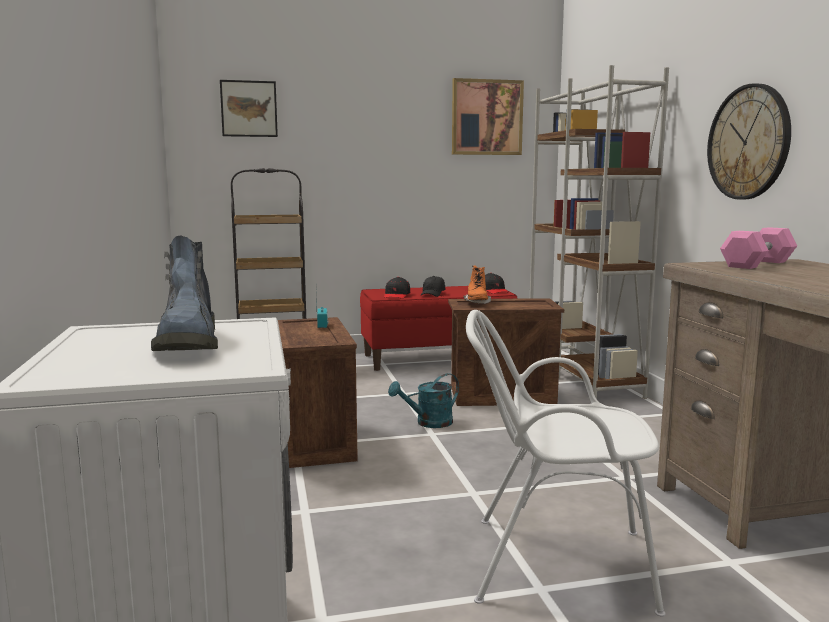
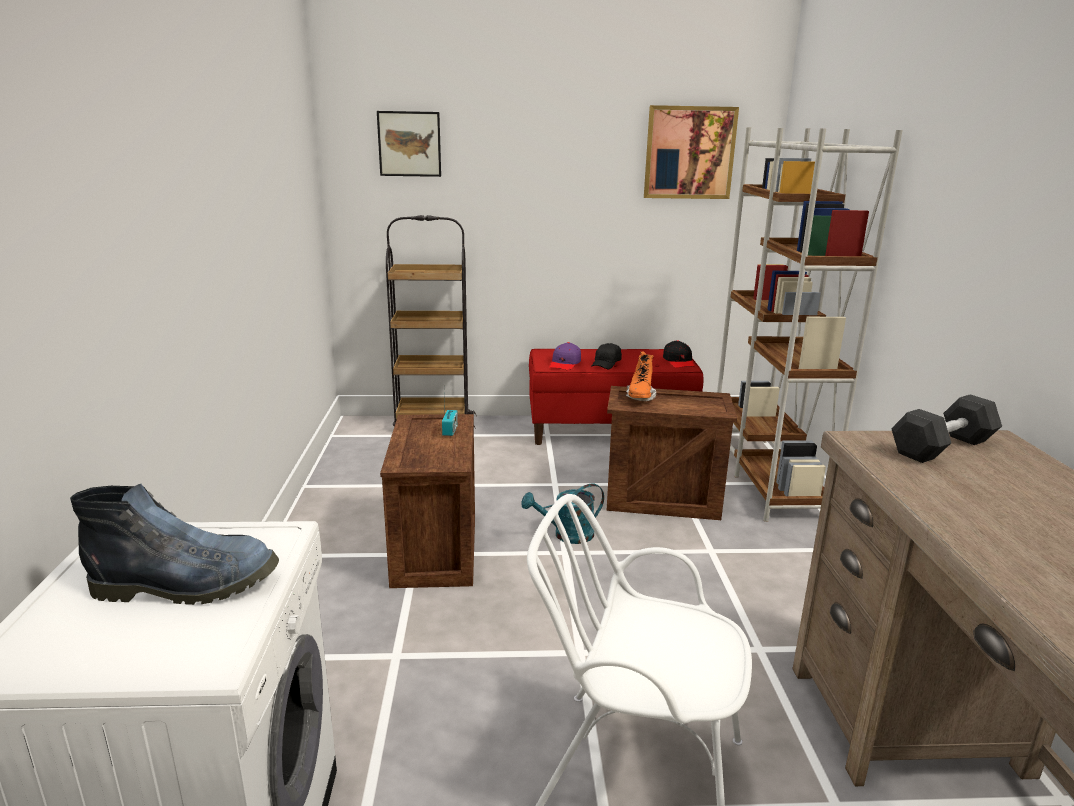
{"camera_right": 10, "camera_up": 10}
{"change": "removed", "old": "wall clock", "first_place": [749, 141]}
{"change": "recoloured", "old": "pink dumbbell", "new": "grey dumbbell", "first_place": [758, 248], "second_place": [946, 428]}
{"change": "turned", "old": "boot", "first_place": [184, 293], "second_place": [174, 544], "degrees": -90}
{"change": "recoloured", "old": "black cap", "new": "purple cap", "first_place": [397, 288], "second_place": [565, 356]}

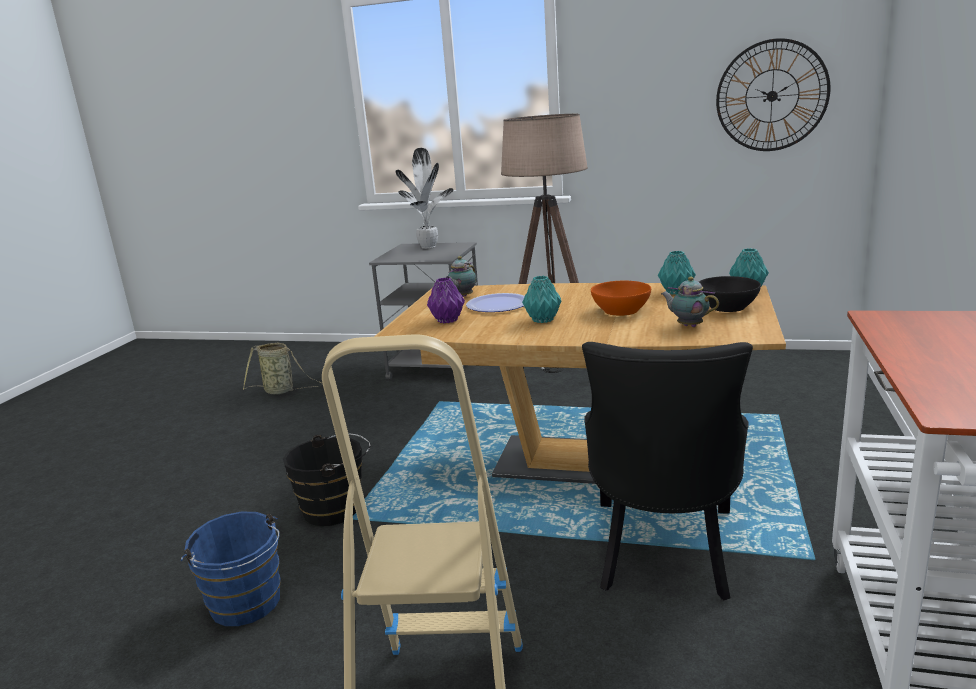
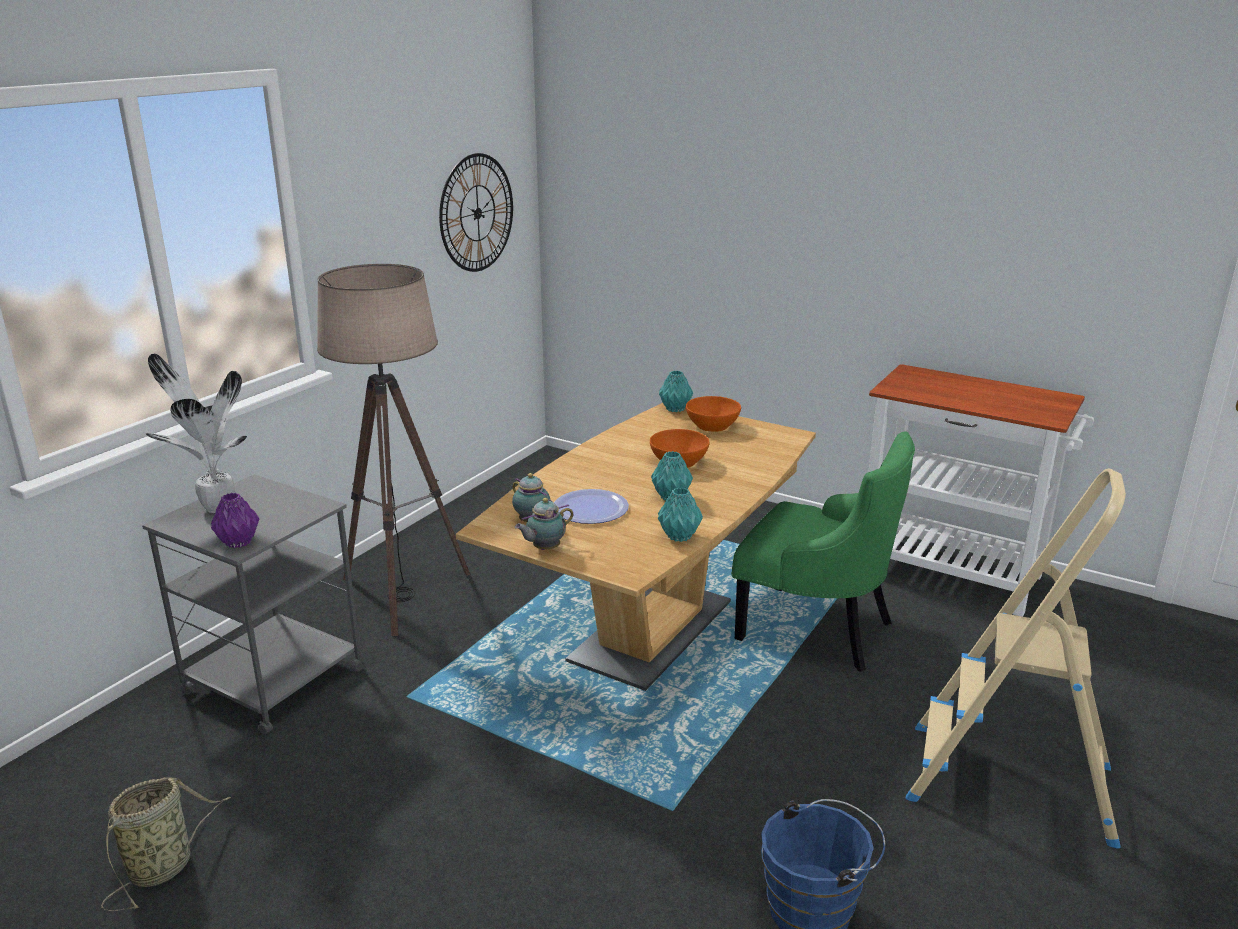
{"camera_right": -75, "camera_up": 5}
{"change": "moved", "old": "turquoise vase", "first_place": [677, 273], "second_place": [680, 515]}
{"change": "recoloured", "old": "black bowl", "new": "orange bowl", "first_place": [730, 294], "second_place": [713, 414]}
{"change": "moved", "old": "purple vase", "first_place": [446, 300], "second_place": [235, 520]}
{"change": "moved", "old": "teapot", "first_place": [690, 302], "second_place": [544, 524]}
{"change": "recoloured", "old": "black chair", "new": "green chair", "first_place": [667, 471], "second_place": [823, 551]}
{"change": "removed", "old": "black bucket", "first_place": [326, 480]}

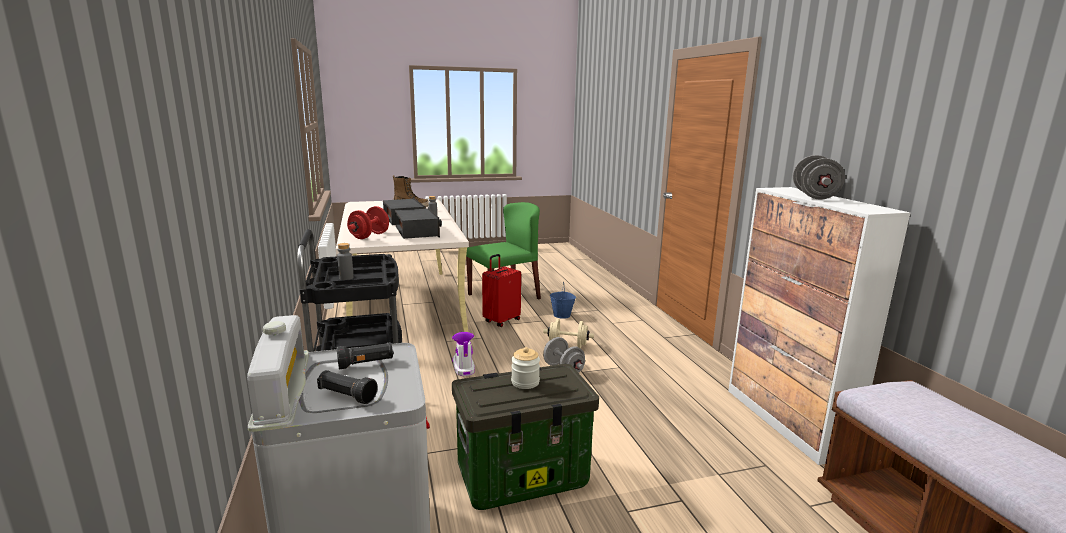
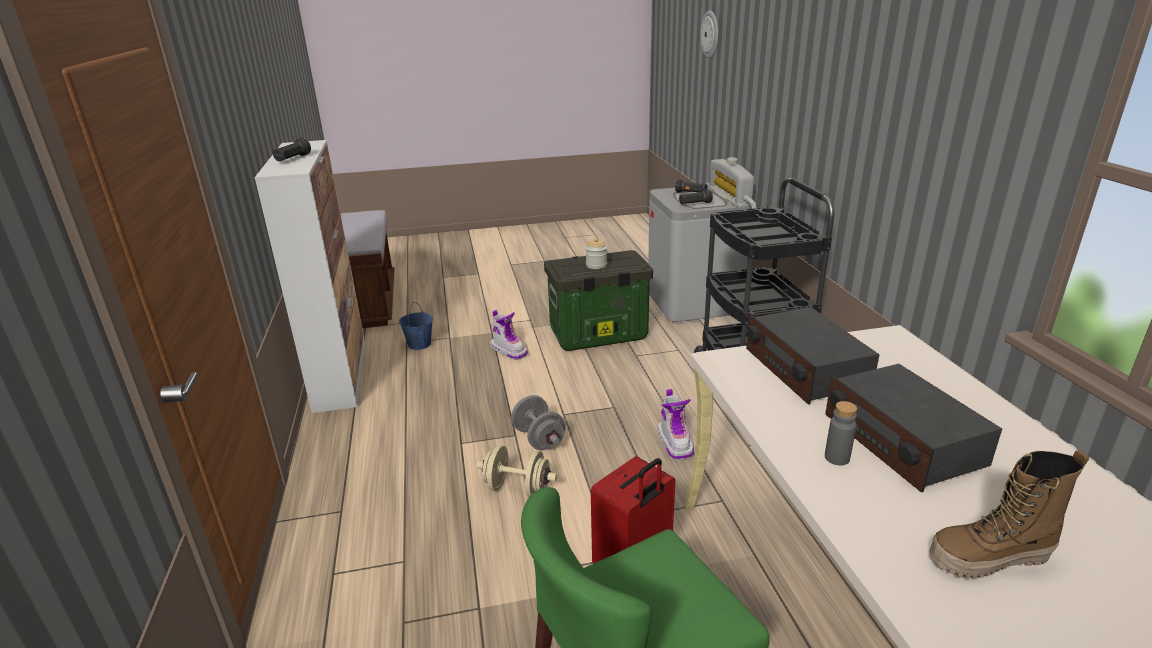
{"camera_right": -175, "camera_up": 10}
{"change": "replaced", "old": "grey dumbbell", "new": "black flashlight", "first_place": [819, 177], "second_place": [292, 149]}
{"change": "removed", "old": "red dumbbell", "first_place": [368, 222]}
{"change": "removed", "old": "grey bottle", "first_place": [345, 261]}
{"change": "moved", "old": "blue bucket", "first_place": [563, 304], "second_place": [416, 326]}
{"change": "added", "new": "wall clock", "second_place": [709, 34]}
{"change": "added", "new": "boot", "second_place": [509, 335]}

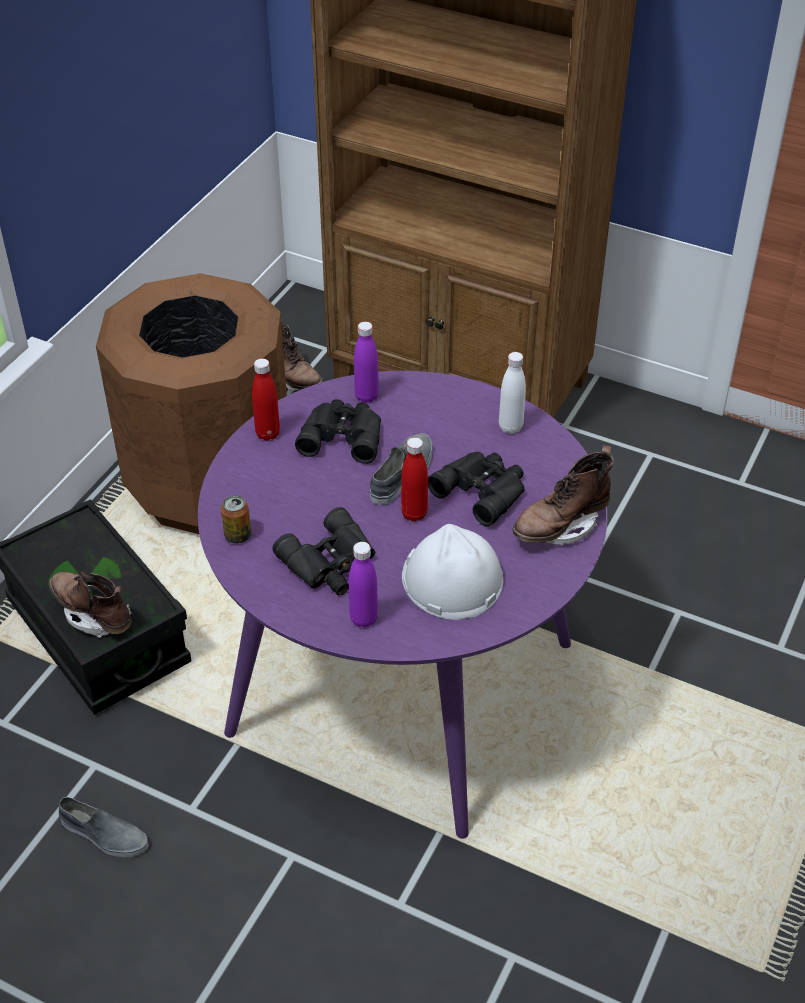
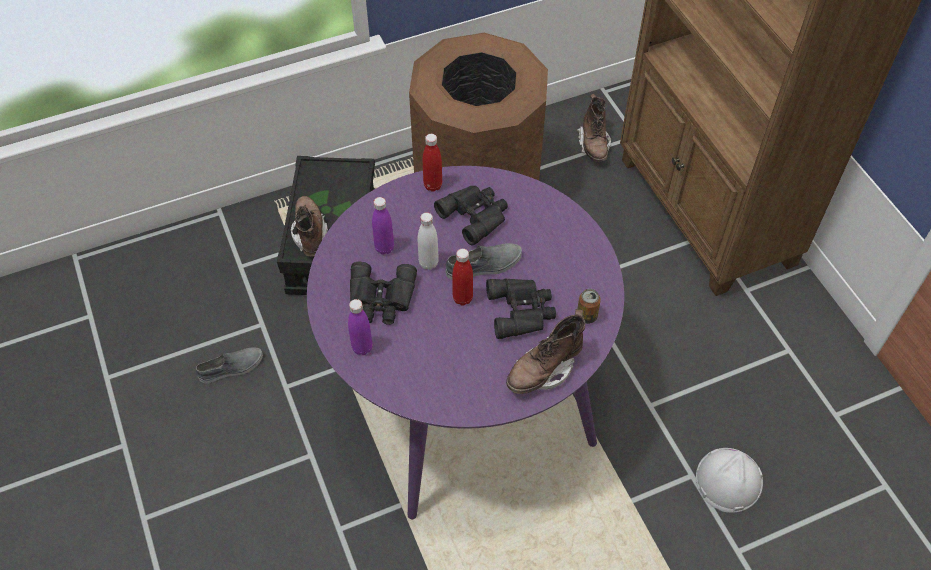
{"camera_right": 40, "camera_up": 10}
{"change": "moved", "old": "purple bottle", "first_place": [366, 362], "second_place": [383, 226]}
{"change": "moved", "old": "white bottle", "first_place": [512, 393], "second_place": [428, 241]}
{"change": "turned", "old": "brown boot", "first_place": [563, 495], "second_place": [545, 351], "degrees": -45}
{"change": "moved", "old": "can", "first_place": [236, 519], "second_place": [589, 306]}
{"change": "moved", "old": "white hard hat", "first_place": [452, 572], "second_place": [729, 480]}
{"change": "turned", "old": "grey shoe", "first_place": [104, 827], "second_place": [229, 365], "degrees": -90}

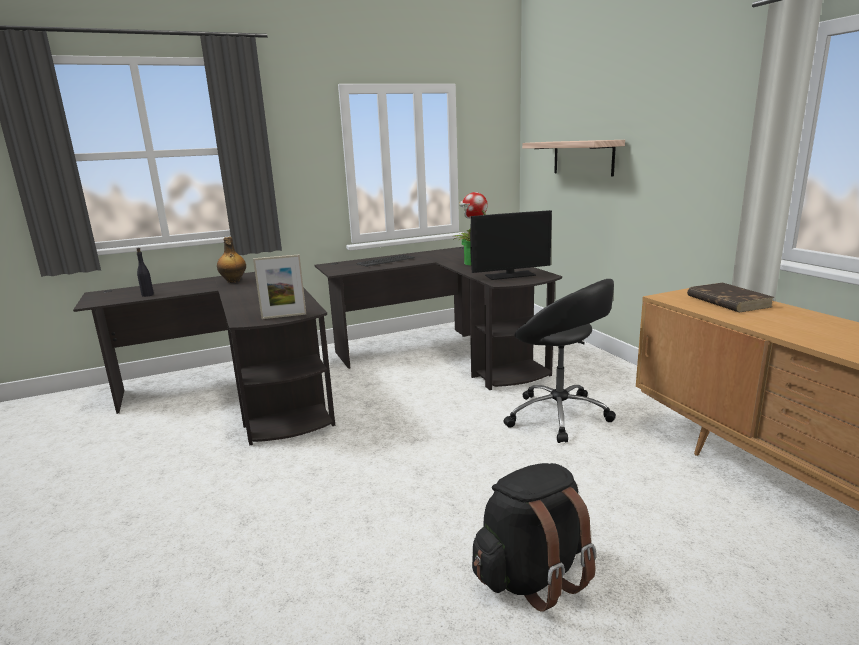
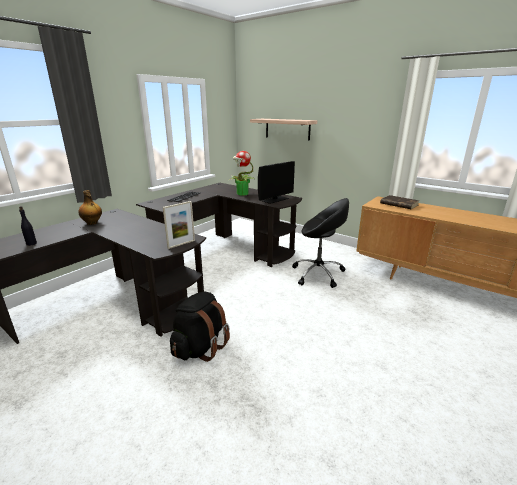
{"camera_right": -30, "camera_up": 5}
{"change": "moved", "old": "black backpack", "first_place": [534, 537], "second_place": [200, 327]}

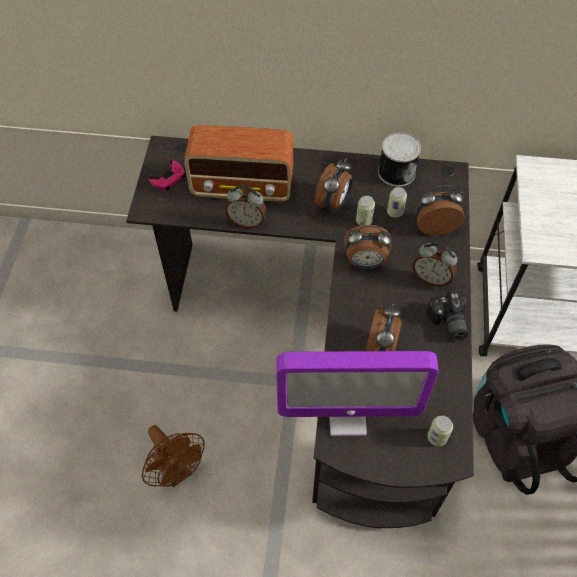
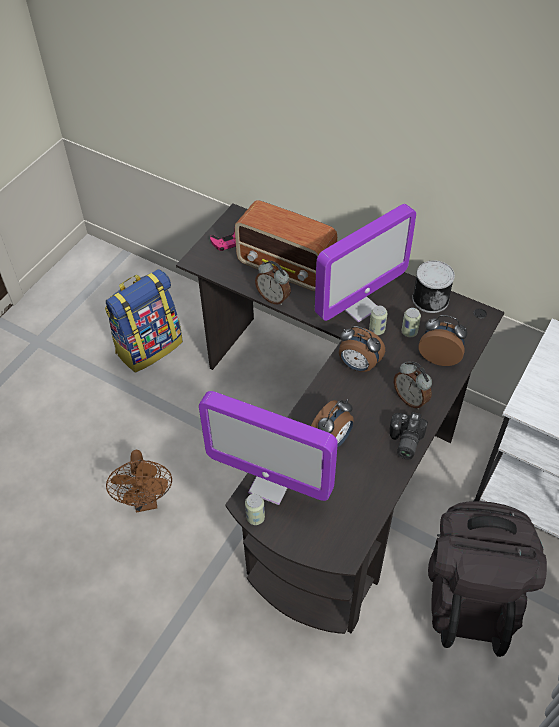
{"camera_right": 25, "camera_up": -5}
{"change": "replaced", "old": "alarm clock", "new": "monitor", "first_place": [333, 185], "second_place": [365, 263]}
{"change": "moved", "old": "can", "first_place": [440, 431], "second_place": [255, 509]}
{"change": "added", "new": "backpack", "second_place": [144, 320]}

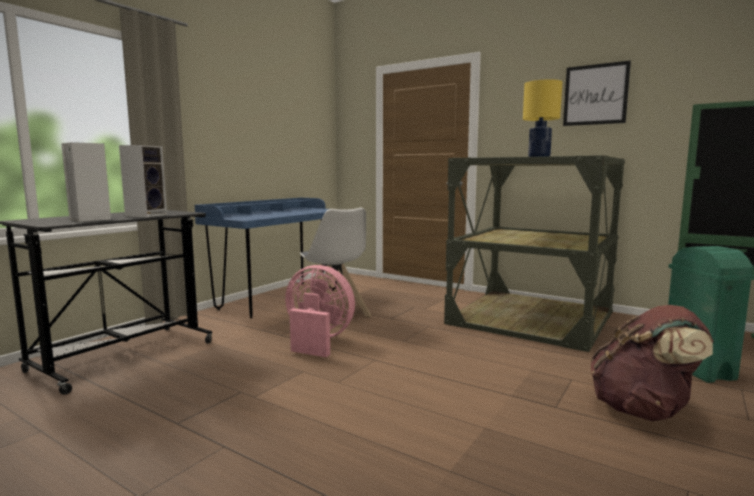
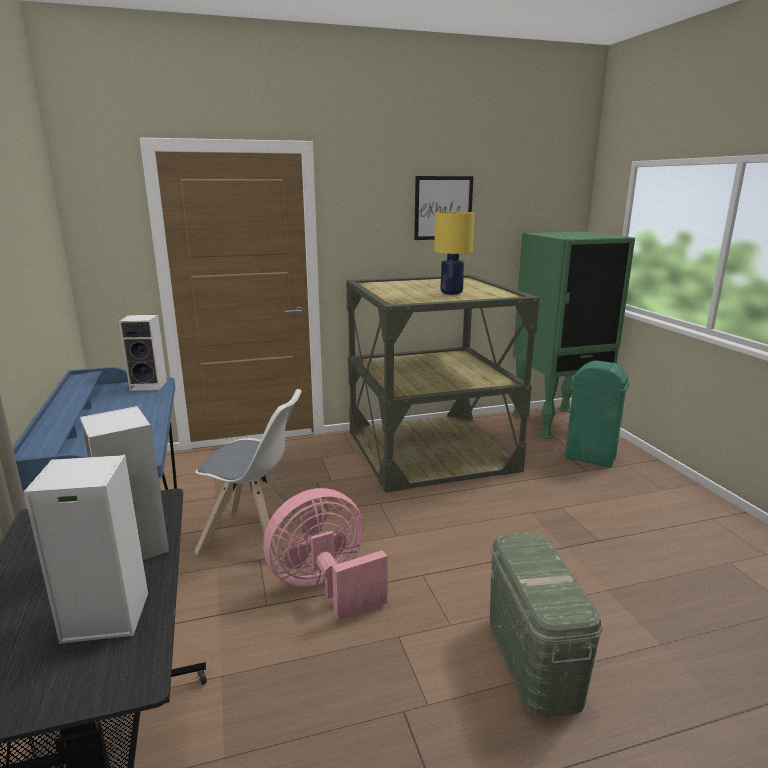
{"camera_right": -50, "camera_up": 10}
{"change": "removed", "old": "brown backpack", "first_place": [652, 363]}
{"change": "added", "new": "speaker", "second_place": [143, 353]}
{"change": "added", "new": "green storage box", "second_place": [546, 625]}

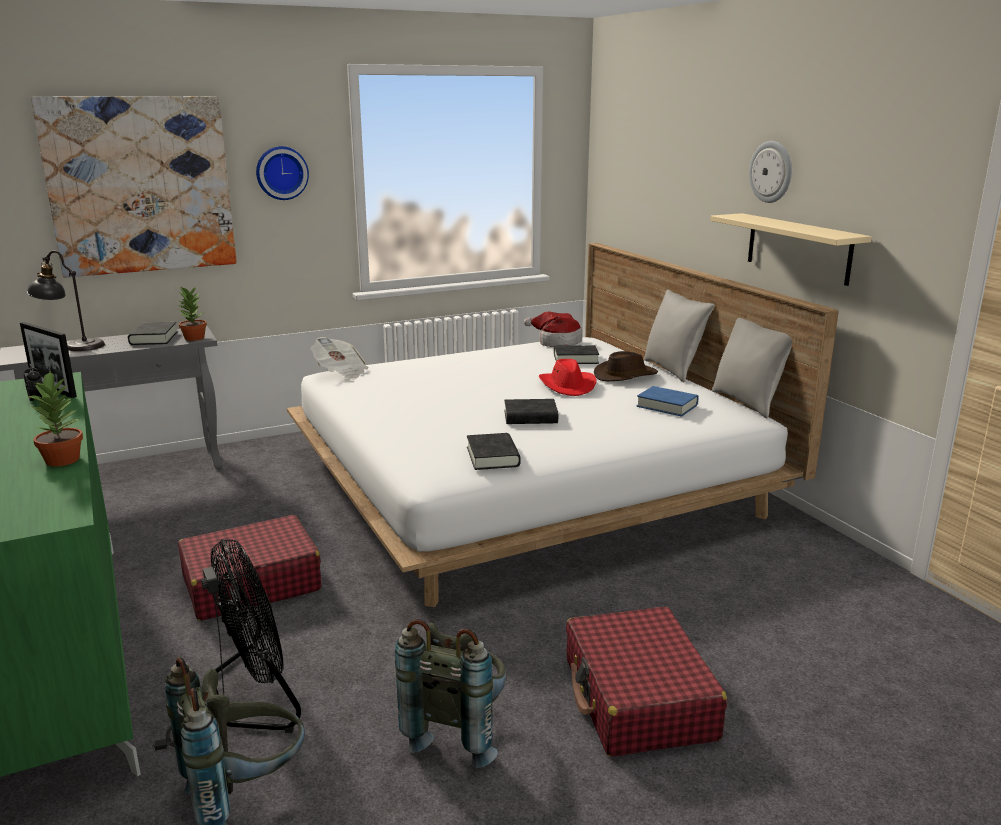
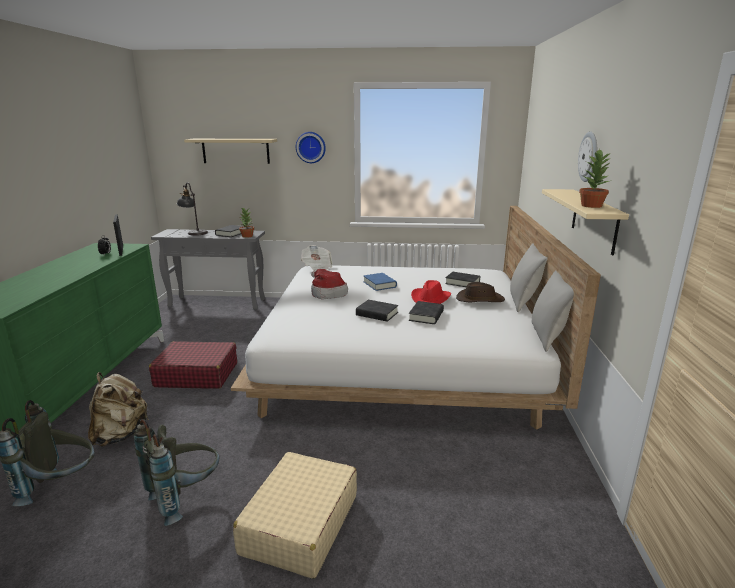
{"camera_right": 30, "camera_up": 0}
{"change": "replaced", "old": "picture", "new": "beige shelf", "first_place": [134, 186], "second_place": [230, 151]}
{"change": "moved", "old": "hat", "first_place": [553, 329], "second_place": [329, 284]}
{"change": "moved", "old": "potted plant", "first_place": [54, 419], "second_place": [595, 178]}
{"change": "moved", "old": "blue book", "first_place": [667, 401], "second_place": [380, 282]}
{"change": "moved", "old": "black book", "first_place": [494, 451], "second_place": [426, 312]}
{"change": "replaced", "old": "black fan", "new": "beige backpack", "first_place": [226, 644], "second_place": [118, 409]}
{"change": "recoloured", "old": "red suitcase", "new": "beige suitcase", "first_place": [646, 682], "second_place": [295, 515]}

